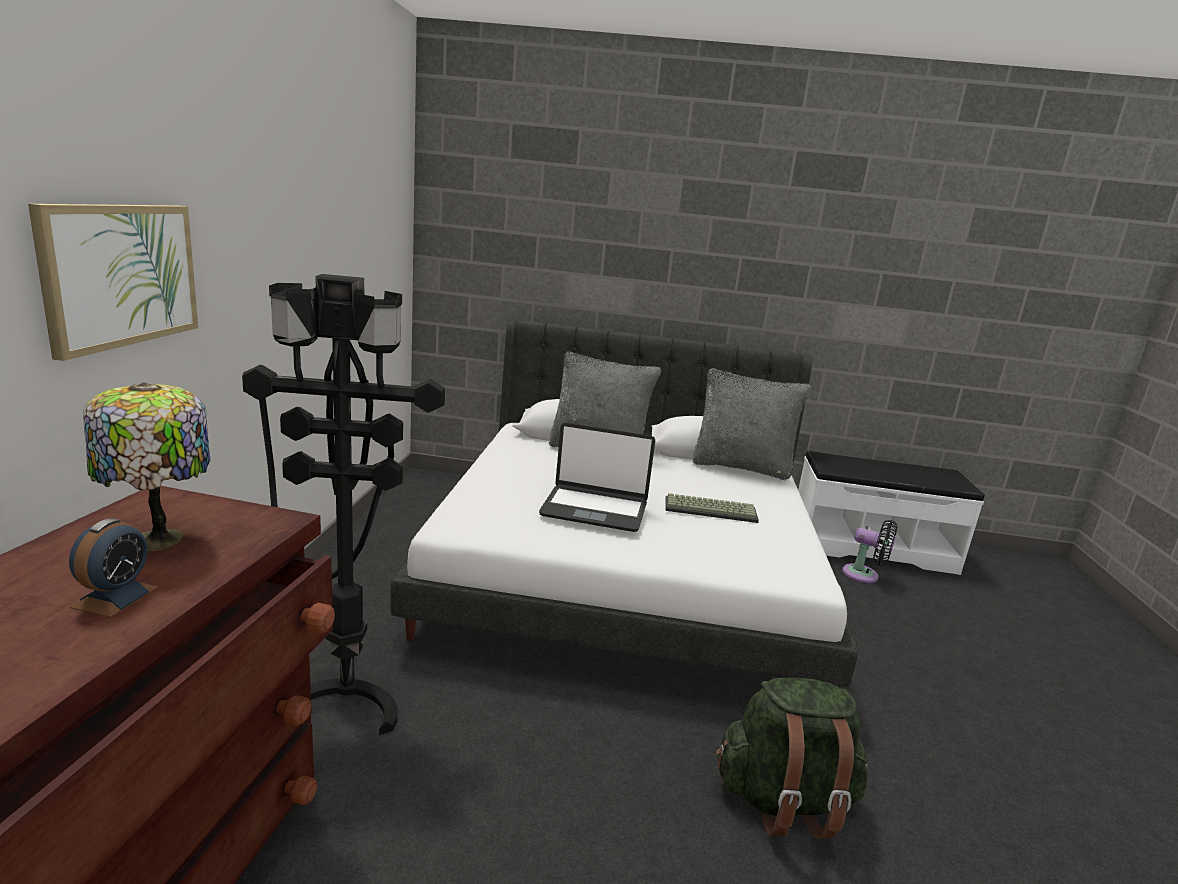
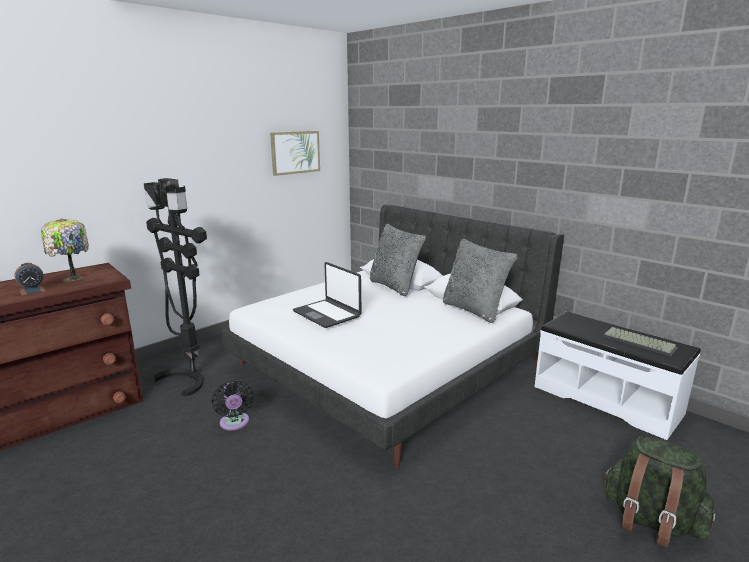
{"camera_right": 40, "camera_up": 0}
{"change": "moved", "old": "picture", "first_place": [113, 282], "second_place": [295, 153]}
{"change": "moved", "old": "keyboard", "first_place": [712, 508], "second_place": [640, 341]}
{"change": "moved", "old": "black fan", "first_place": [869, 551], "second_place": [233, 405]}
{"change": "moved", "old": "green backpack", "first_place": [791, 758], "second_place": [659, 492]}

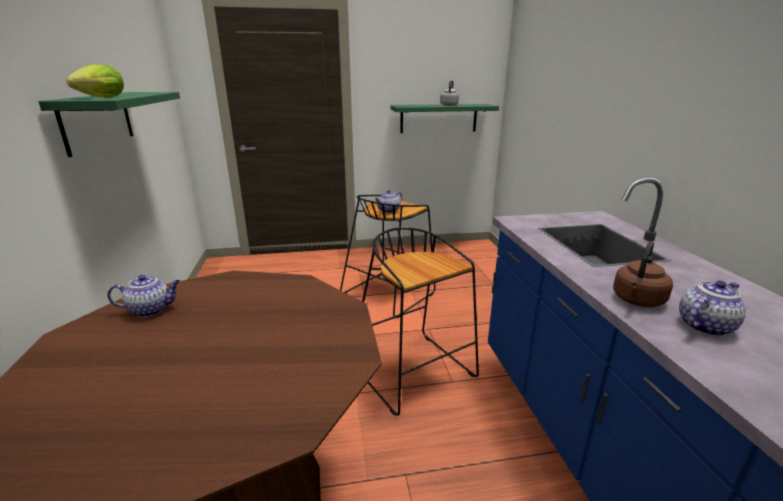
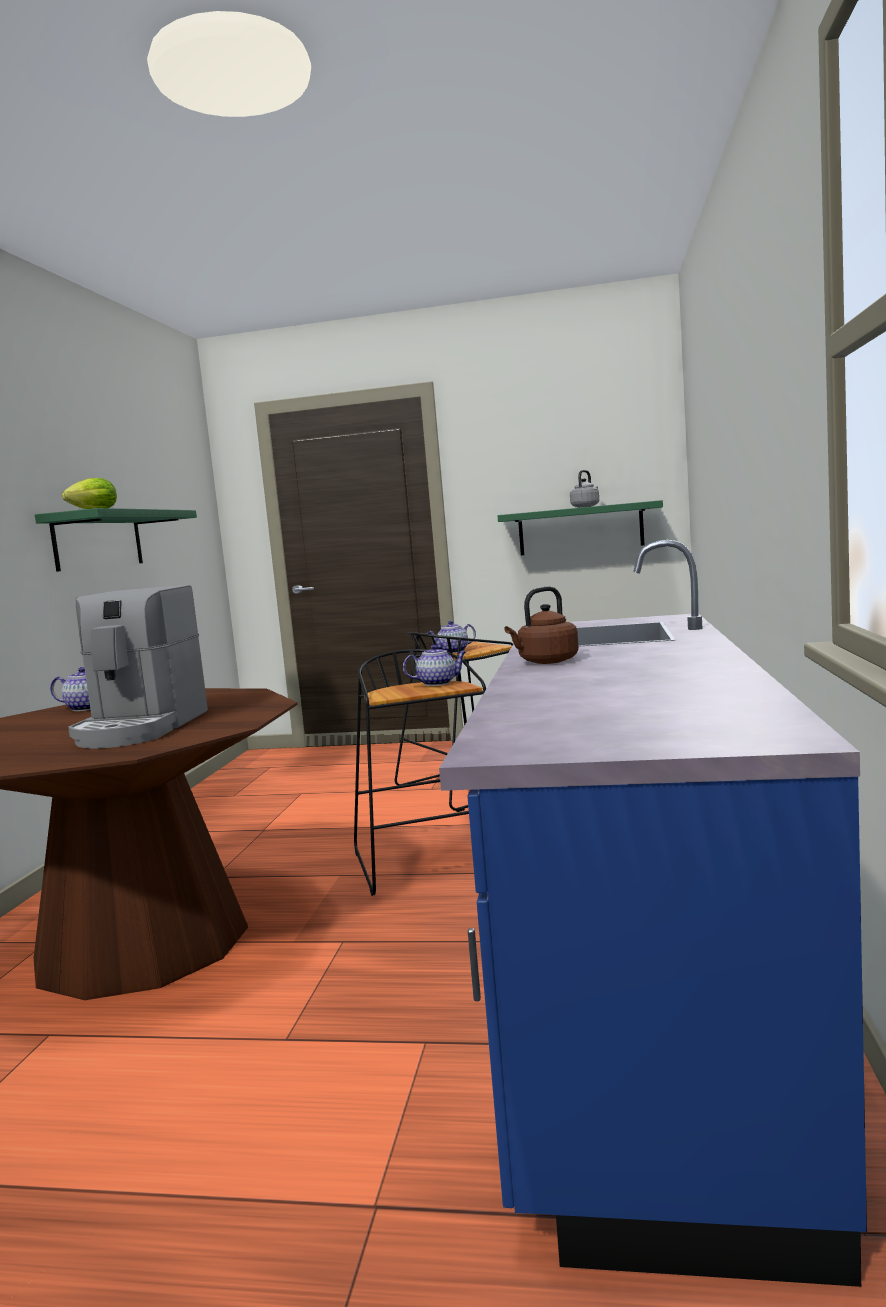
{"camera_right": 20, "camera_up": -15}
{"change": "moved", "old": "teapot", "first_place": [712, 308], "second_place": [434, 665]}
{"change": "added", "new": "coffee machine", "second_place": [138, 667]}

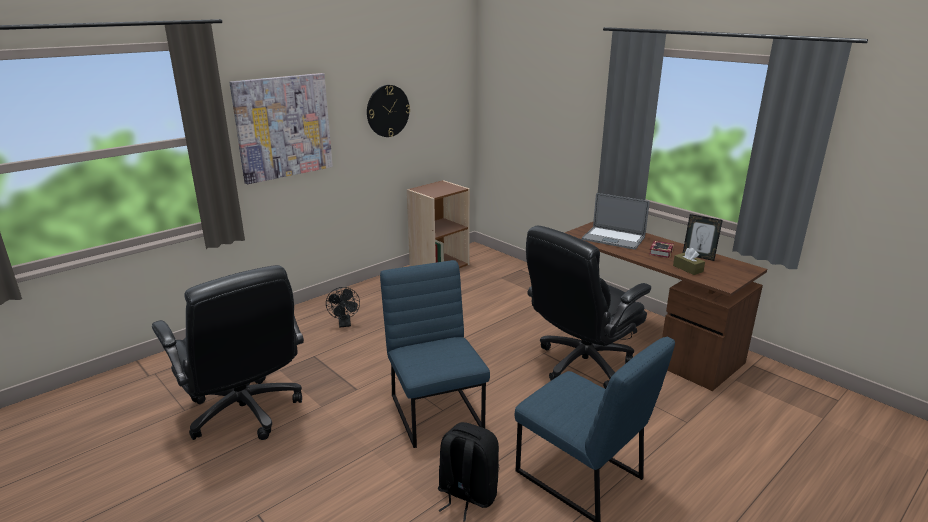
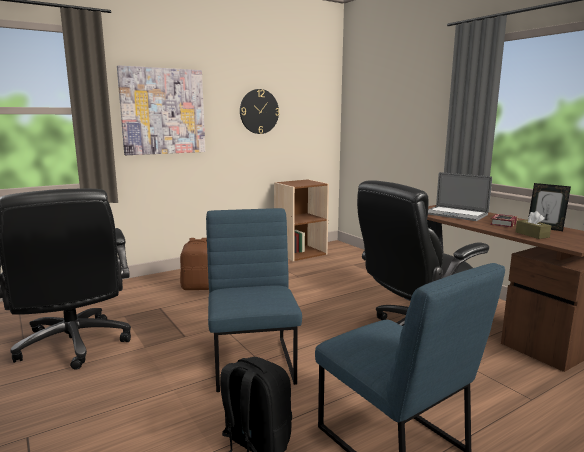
{"camera_right": 10, "camera_up": -10}
{"change": "replaced", "old": "black fan", "new": "brown backpack", "first_place": [343, 307], "second_place": [194, 264]}

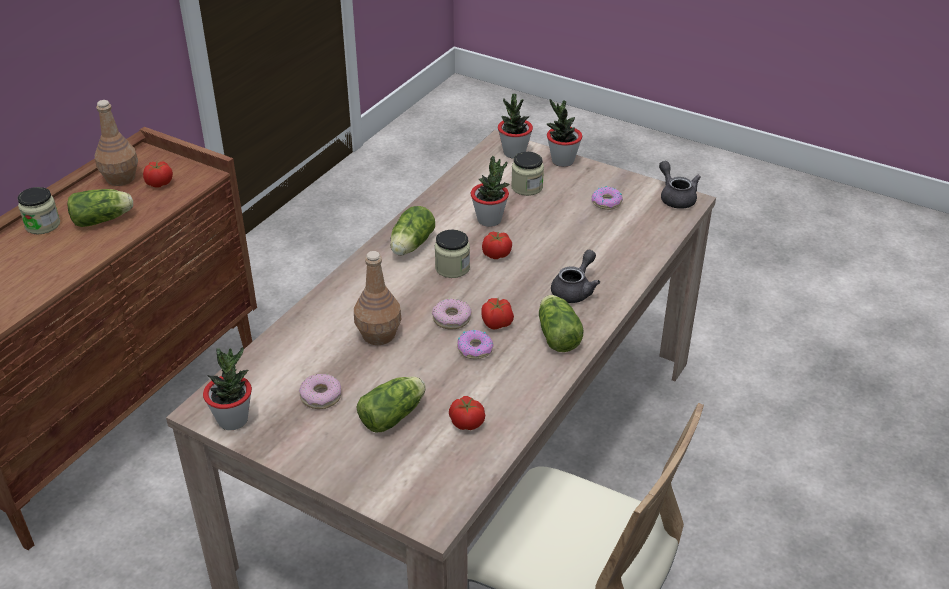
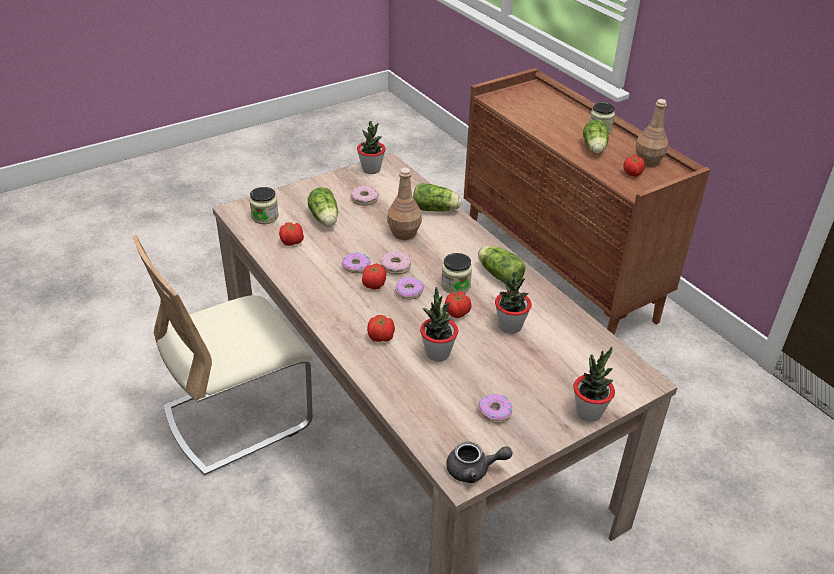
{"camera_right": 115, "camera_up": 0}
{"change": "moved", "old": "potted plant", "first_place": [515, 126], "second_place": [439, 324]}
{"change": "moved", "old": "jar", "first_place": [527, 174], "second_place": [264, 205]}
{"change": "replaced", "old": "grey teapot", "new": "tomato", "first_place": [575, 276], "second_place": [381, 328]}
{"change": "moved", "old": "lettuce", "first_place": [561, 323], "second_place": [437, 197]}
{"change": "added", "new": "donut", "second_place": [409, 288]}

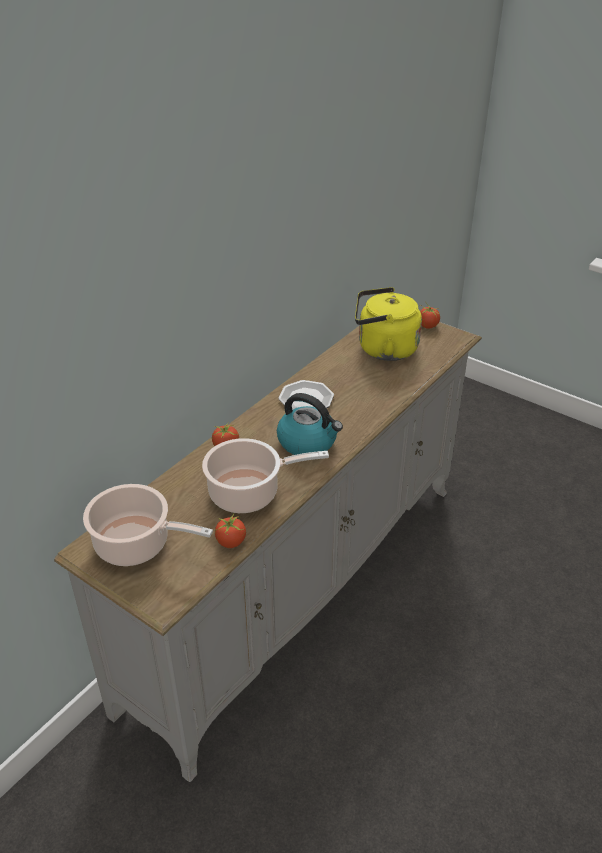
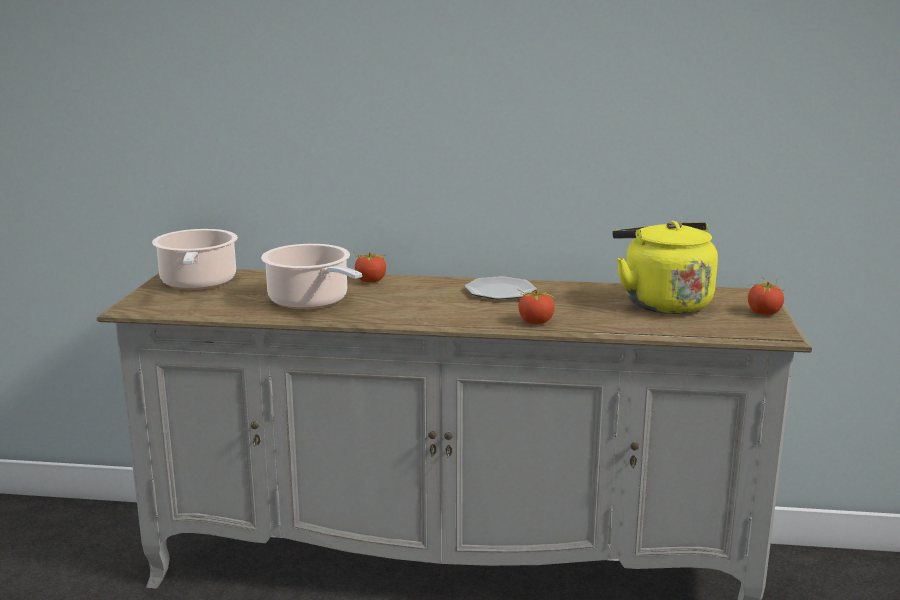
{"camera_right": 60, "camera_up": -20}
{"change": "removed", "old": "kettle", "first_place": [310, 424]}
{"change": "moved", "old": "tomato", "first_place": [230, 531], "second_place": [536, 306]}

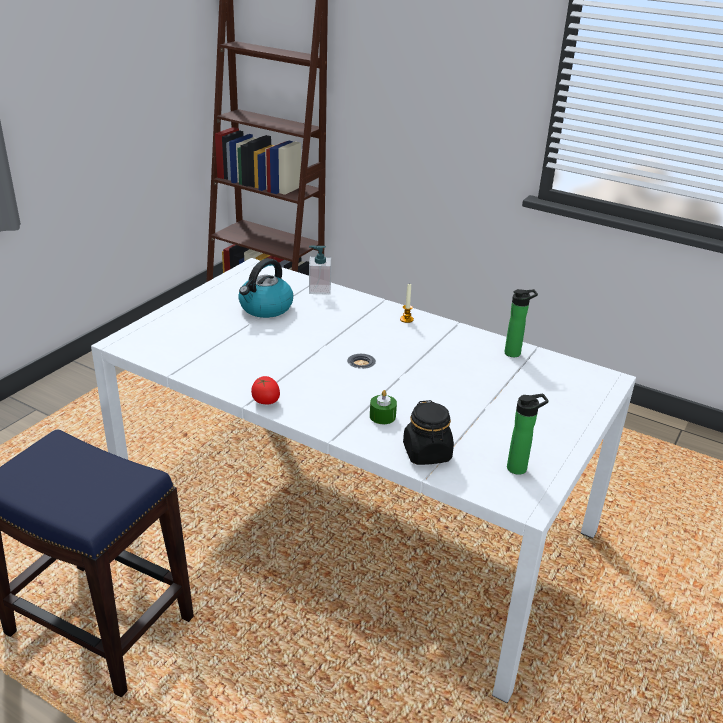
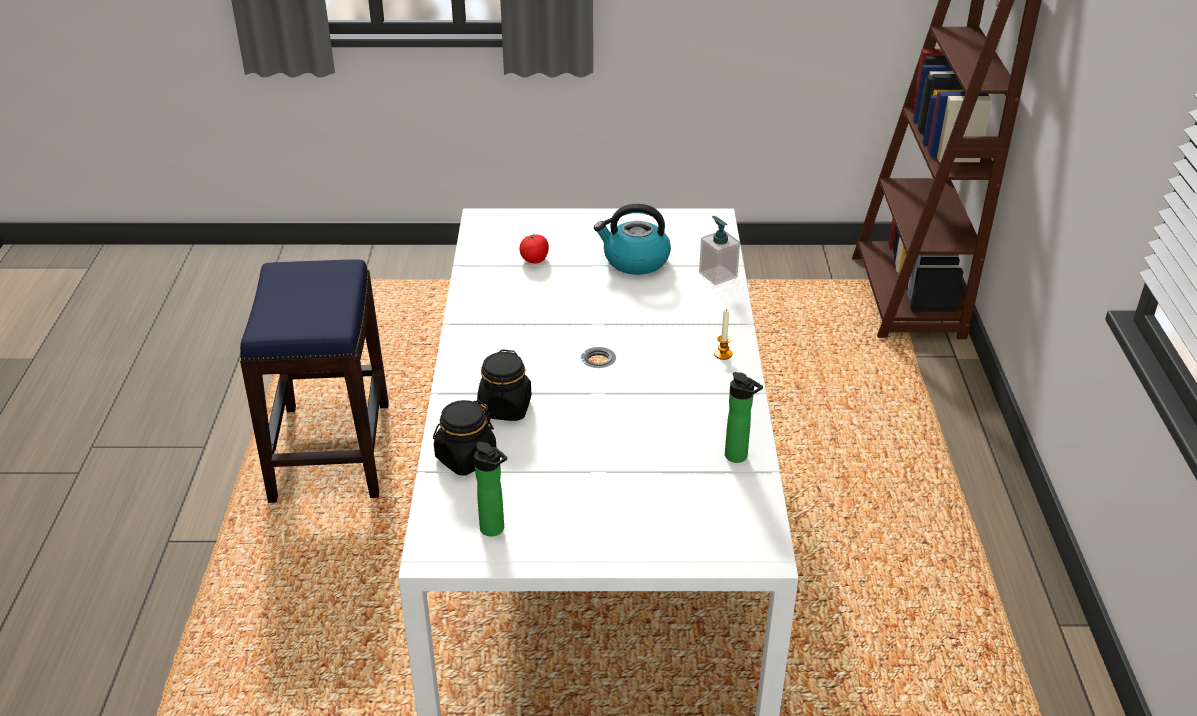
{"camera_right": 60, "camera_up": 5}
{"change": "moved", "old": "tomato", "first_place": [265, 390], "second_place": [534, 248]}
{"change": "replaced", "old": "green candle", "new": "black jar", "first_place": [383, 407], "second_place": [504, 385]}

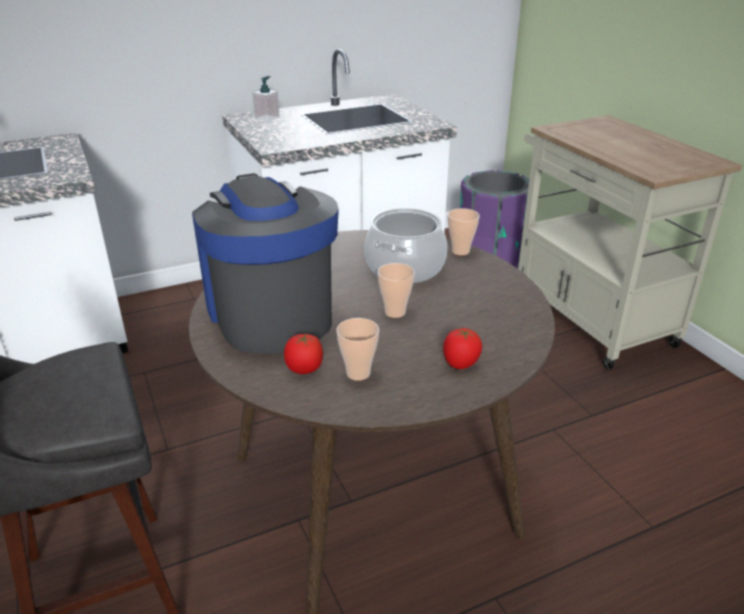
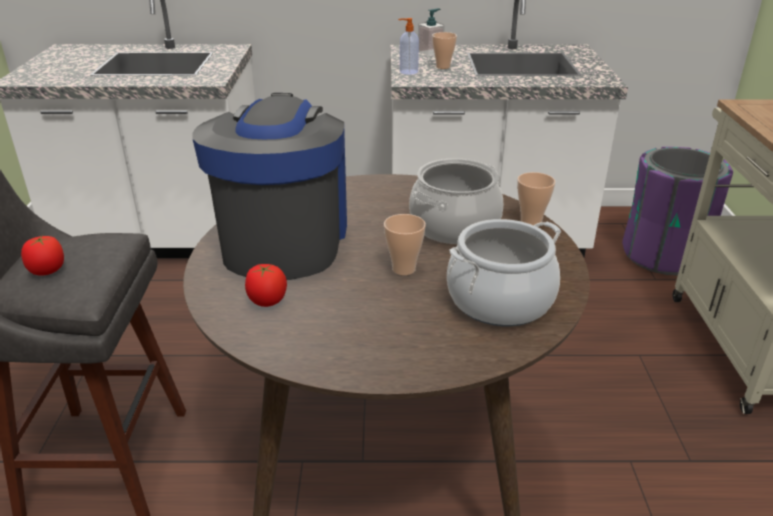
{"camera_right": 25, "camera_up": 0}
{"change": "moved", "old": "cup", "first_place": [357, 349], "second_place": [444, 50]}
{"change": "moved", "old": "tomato", "first_place": [462, 348], "second_place": [42, 255]}
{"change": "added", "new": "soap dispenser", "second_place": [408, 46]}
{"change": "added", "new": "cooking pot", "second_place": [504, 272]}

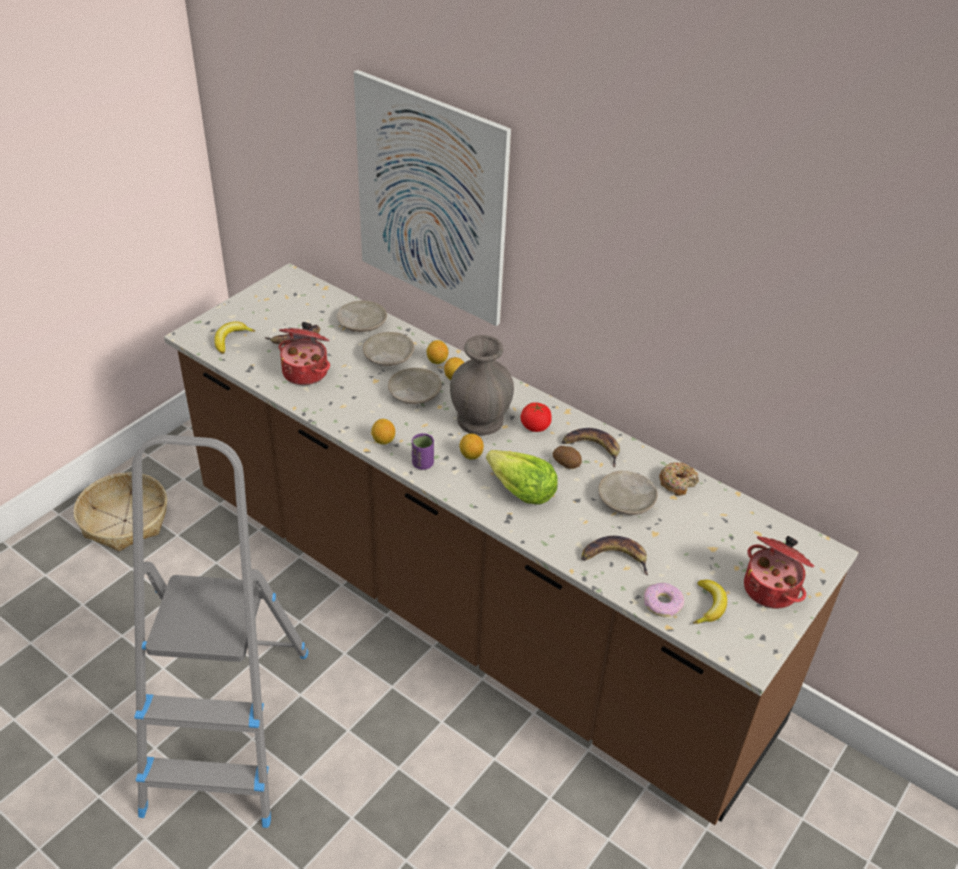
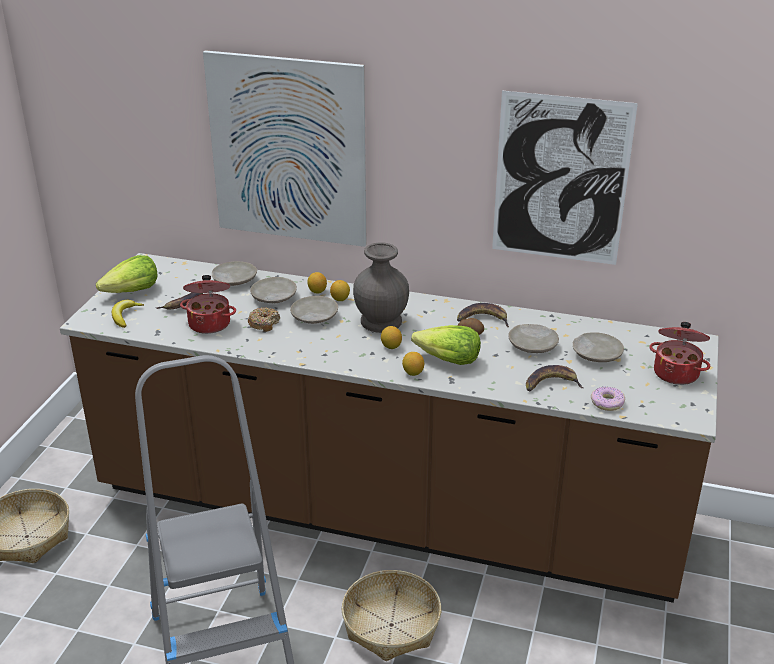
{"camera_right": -20, "camera_up": -10}
{"change": "removed", "old": "tomato", "first_place": [536, 417]}
{"change": "moved", "old": "lemon", "first_place": [383, 432], "second_place": [413, 364]}
{"change": "removed", "old": "purple cup", "first_place": [423, 451]}
{"change": "moved", "old": "donut", "first_place": [679, 479], "second_place": [264, 319]}
{"change": "removed", "old": "banana", "first_place": [710, 602]}
{"change": "added", "new": "picture", "second_place": [565, 178]}
{"change": "added", "new": "lettuce", "second_place": [127, 274]}
{"change": "added", "new": "beige plate", "second_place": [598, 347]}
{"change": "added", "new": "basket", "second_place": [391, 615]}

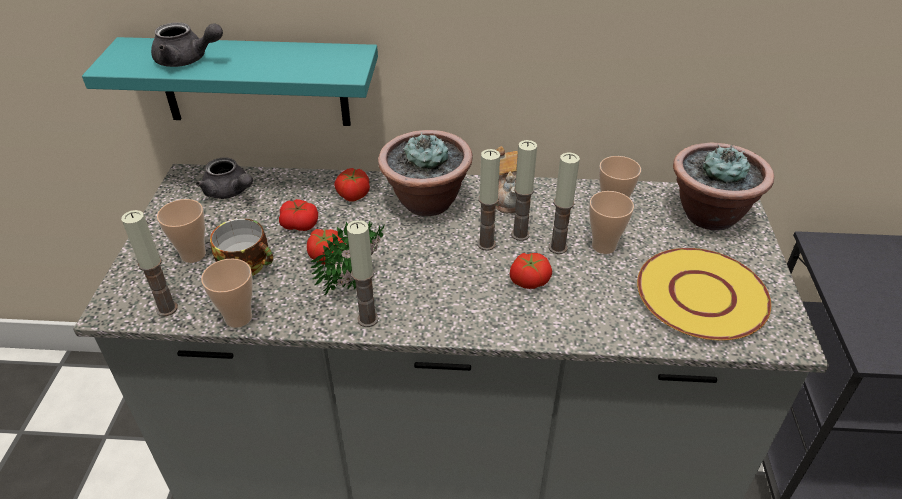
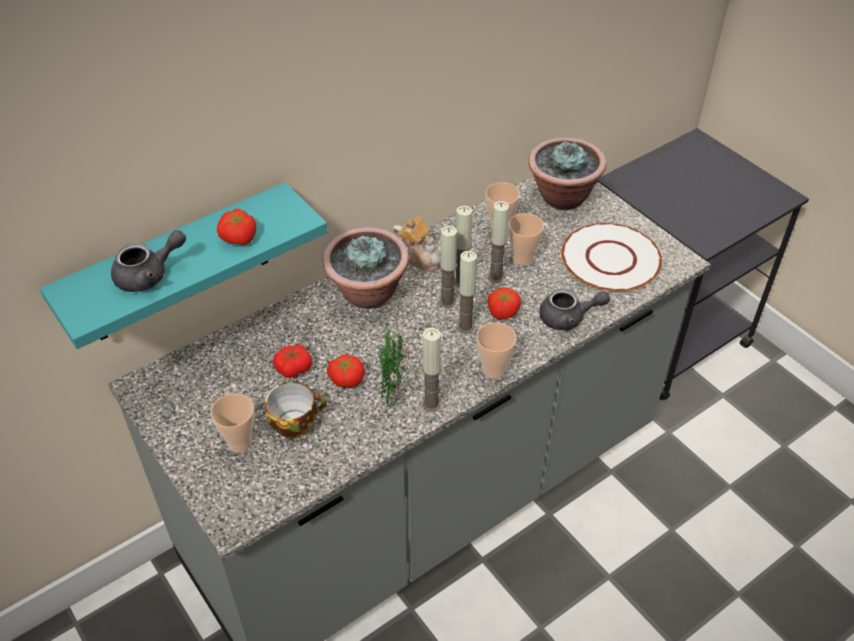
{"camera_right": -40, "camera_up": 5}
{"change": "moved", "old": "grey teapot", "first_place": [224, 178], "second_place": [574, 310]}
{"change": "moved", "old": "tomato", "first_place": [352, 184], "second_place": [236, 227]}
{"change": "moved", "old": "candle", "first_place": [149, 263], "second_place": [467, 292]}
{"change": "recoloured", "old": "yellow plate", "new": "white plate", "first_place": [704, 294], "second_place": [611, 257]}
{"change": "moved", "old": "cup", "first_place": [227, 293], "second_place": [496, 351]}

